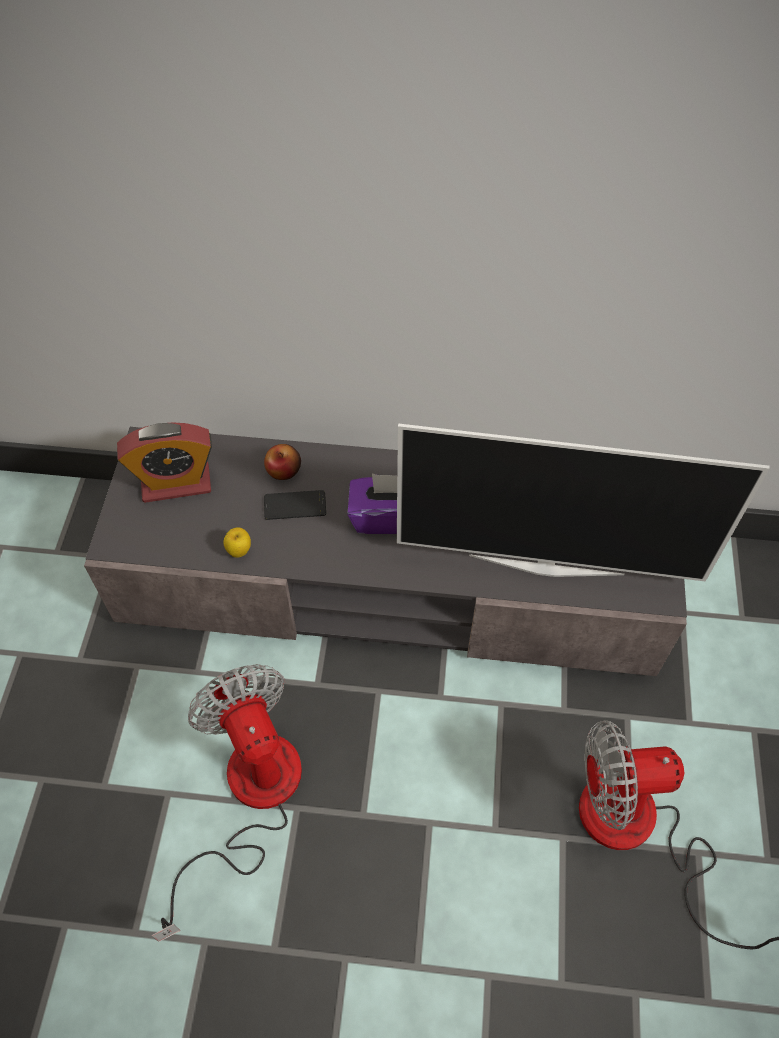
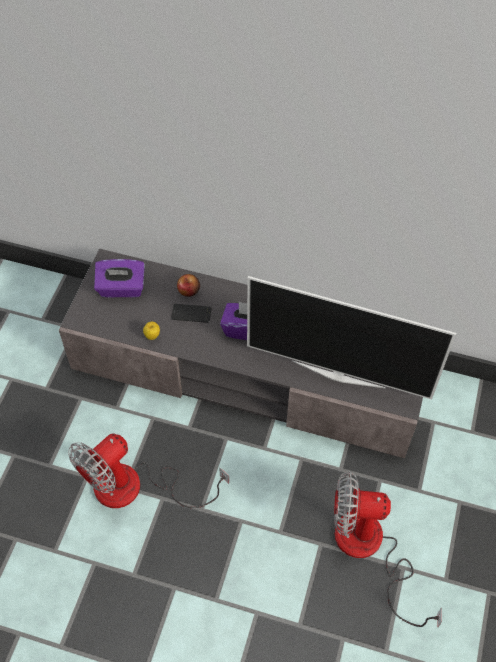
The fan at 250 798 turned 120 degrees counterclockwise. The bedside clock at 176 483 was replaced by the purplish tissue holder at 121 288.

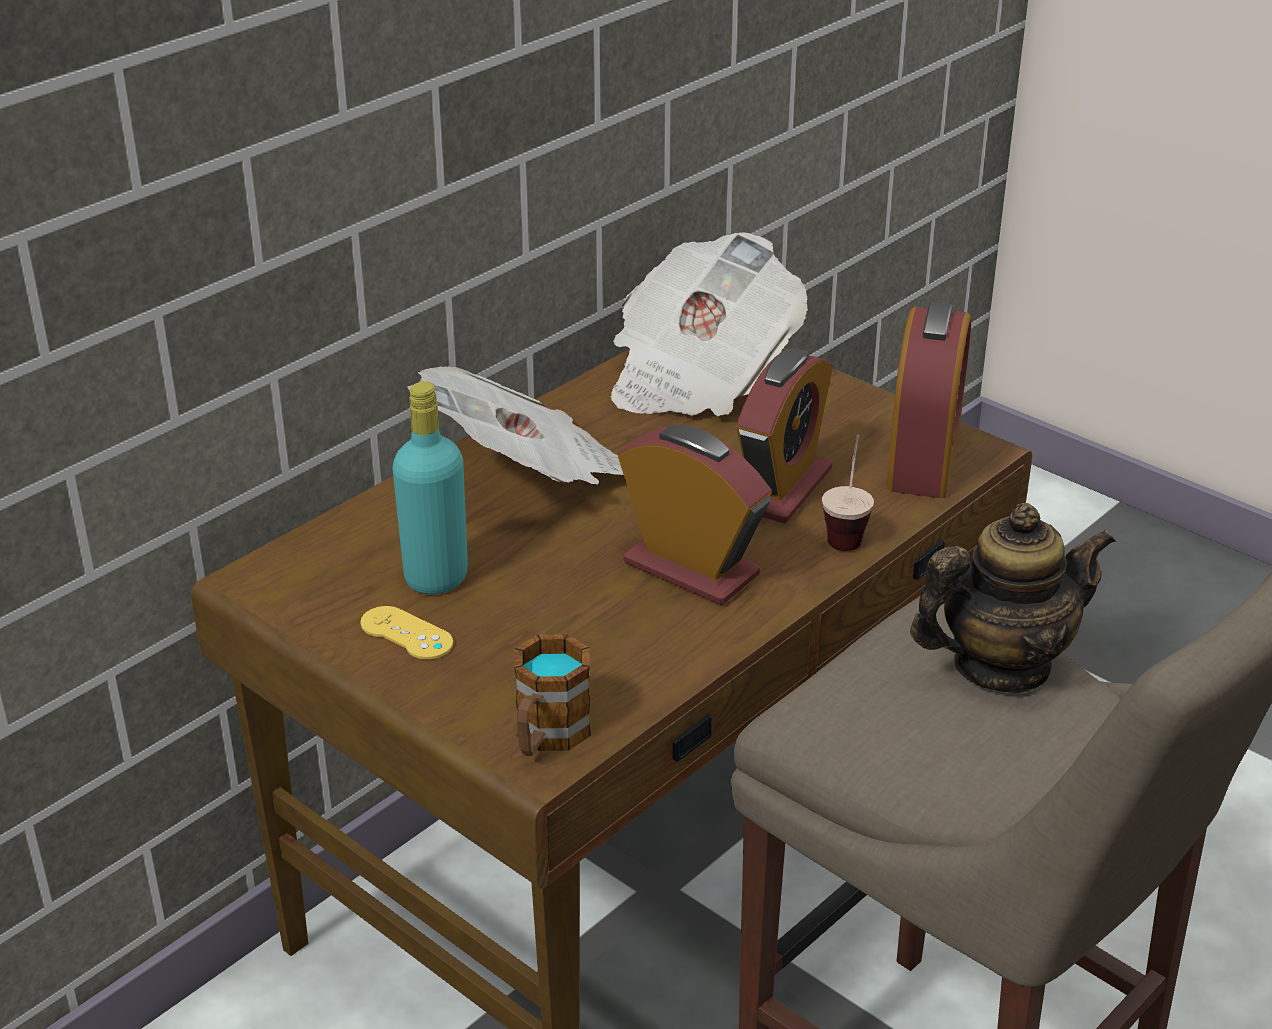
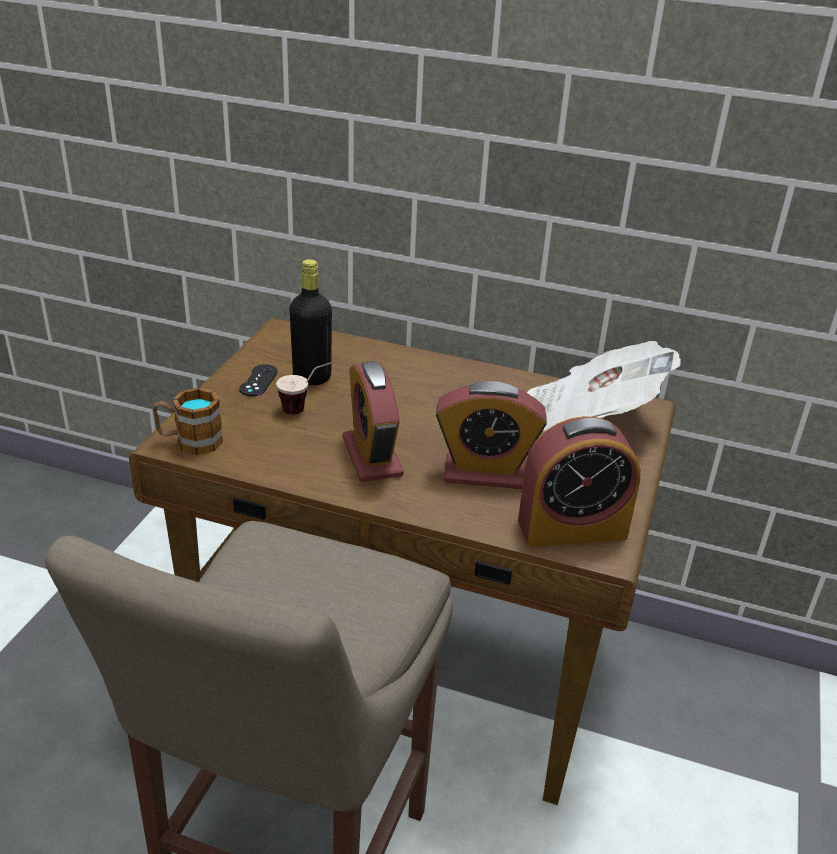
The yellowish gamepad at 406 633 became the black-coloured gamepad at 258 380. The small cup moved from 847 530 to 306 408. The blue-green bottle at 436 578 became the black-coloured bottle at 312 377. The bedside clock at 691 569 turned 150 degrees clockwise. The newspaper at 529 477 disappeared. The pot for tea at 1001 665 disappeared.

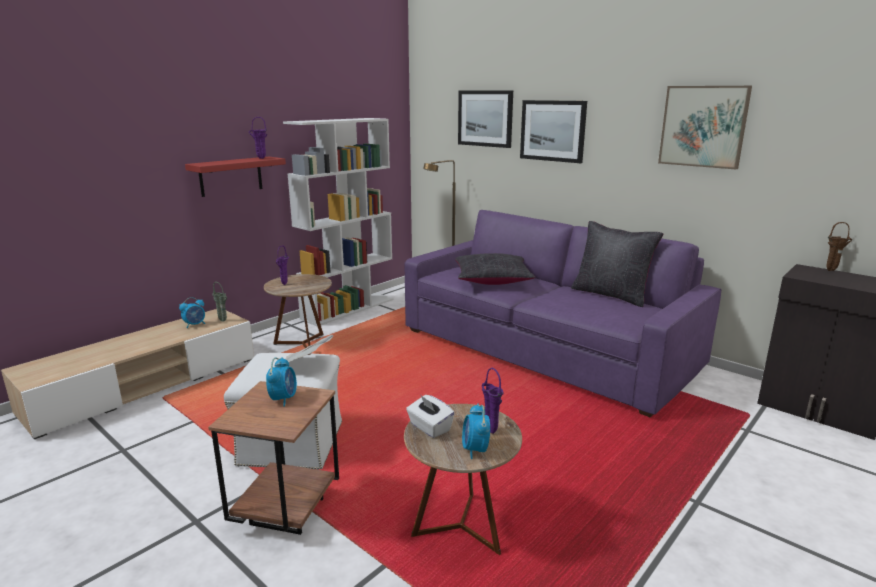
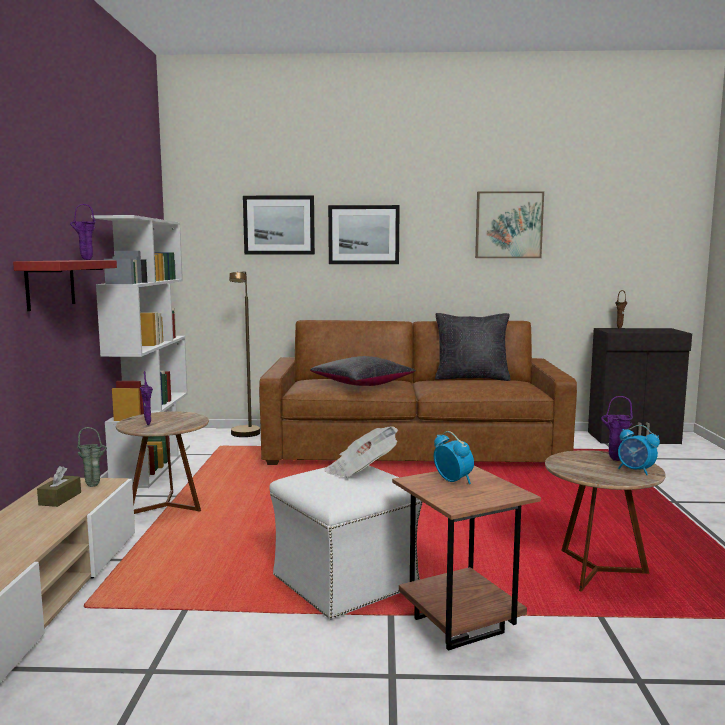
The bedside clock at 195 325 was replaced by the brownish tissue holder at 60 498. The purplish couch at 546 348 became the brownish couch at 412 448. The whitish tissue holder at 429 427 disappeared.

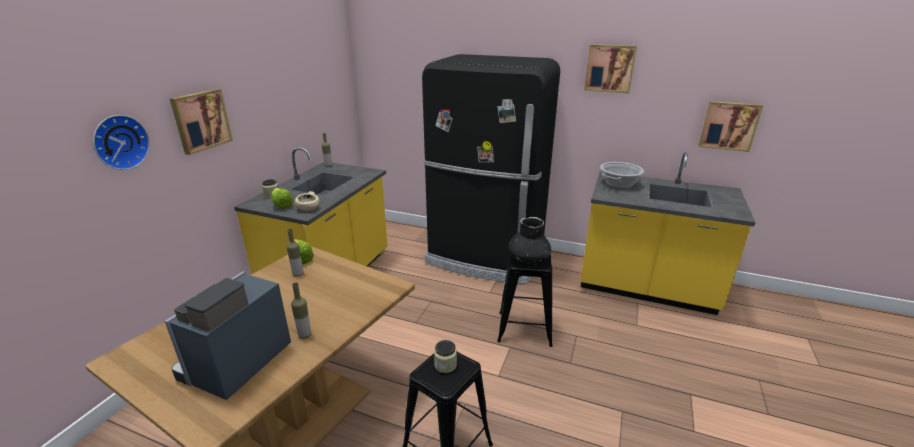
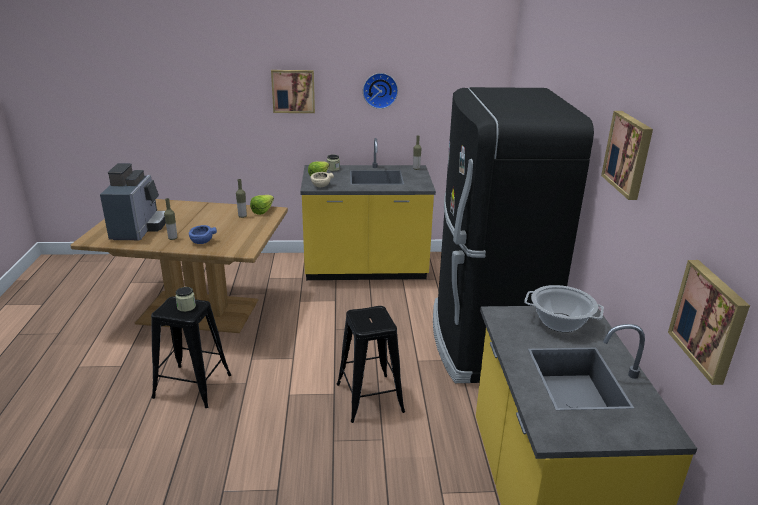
The coffee maker at 235 365 turned 90 degrees clockwise. The blue-coloured serving bowl at 202 242 appeared. The hanging clock moved from 119 142 to 380 90. The black-coloured flower vase at 528 260 disappeared.

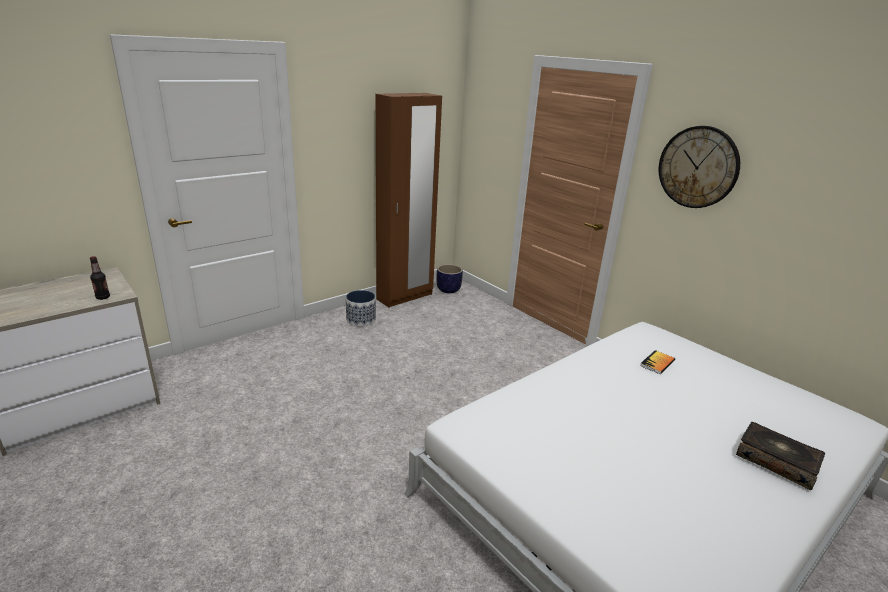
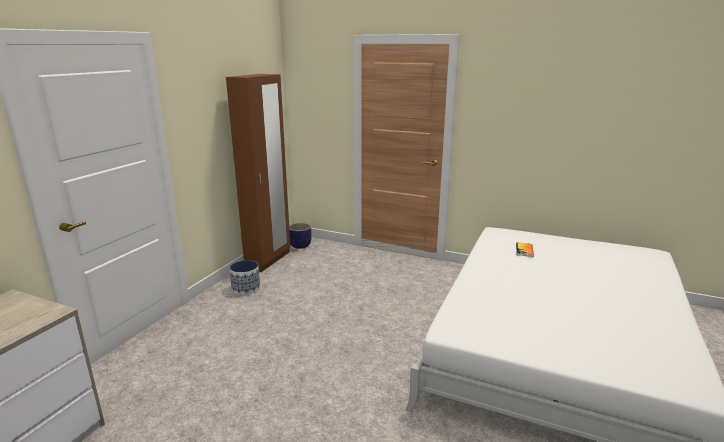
The bottle at 103 297 disappeared. The hanging clock at 698 167 disappeared. The book at 776 461 disappeared.

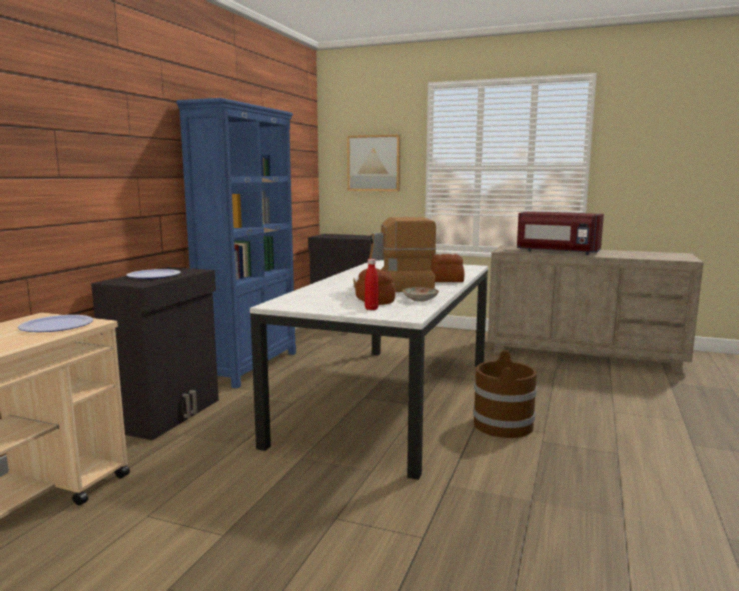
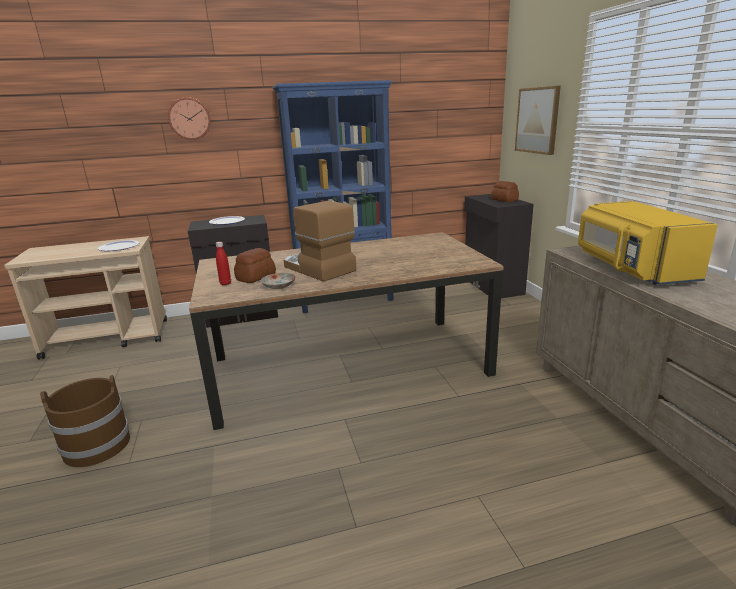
The brownish bucket moved from 502 424 to 97 445. The hanging clock at 189 118 appeared. The whitish dining table at 390 400 became the brownish dining table at 347 366. The baked bread moved from 446 281 to 504 200. The red-coloured microwave oven at 557 252 became the yellowish microwave oven at 631 268.

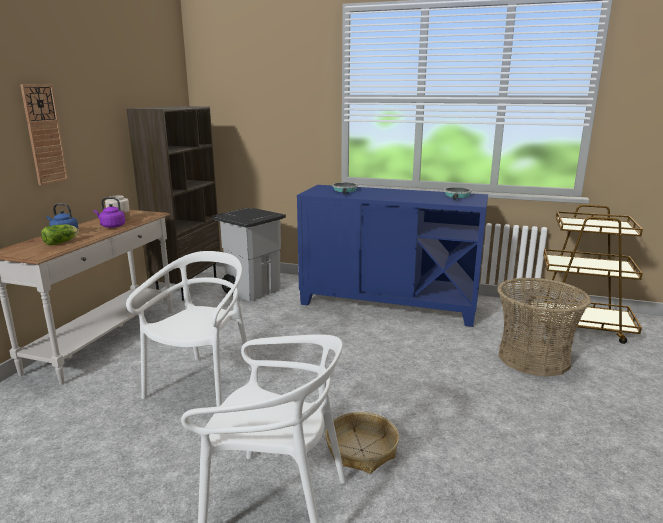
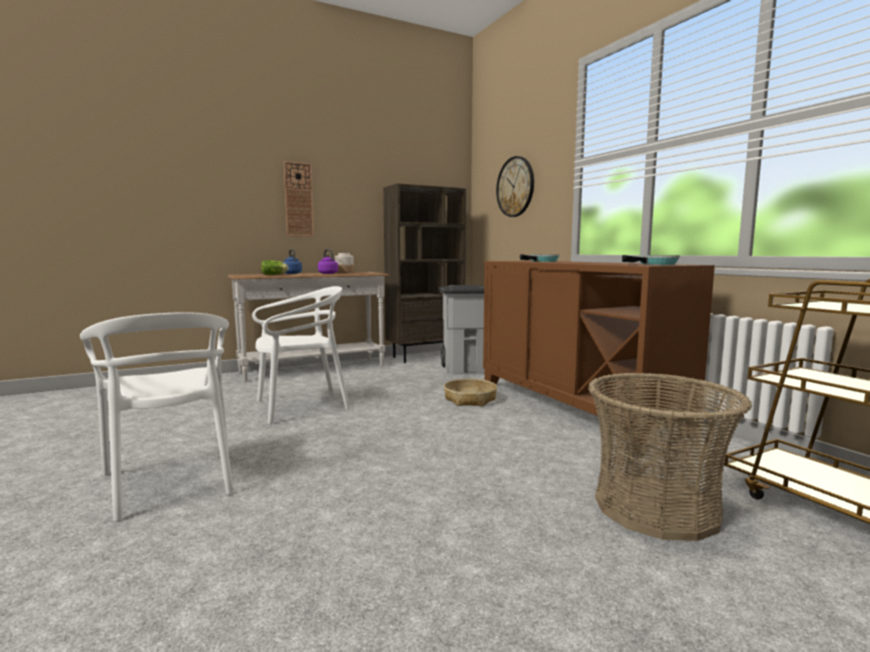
The basket moved from 361 450 to 470 399. The blue-coloured cabinet at 389 303 became the brownish cabinet at 575 407. The hanging clock at 515 187 appeared.

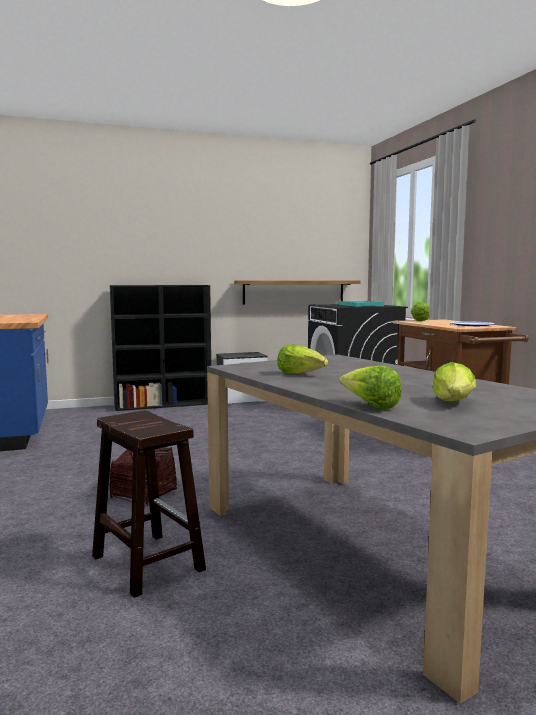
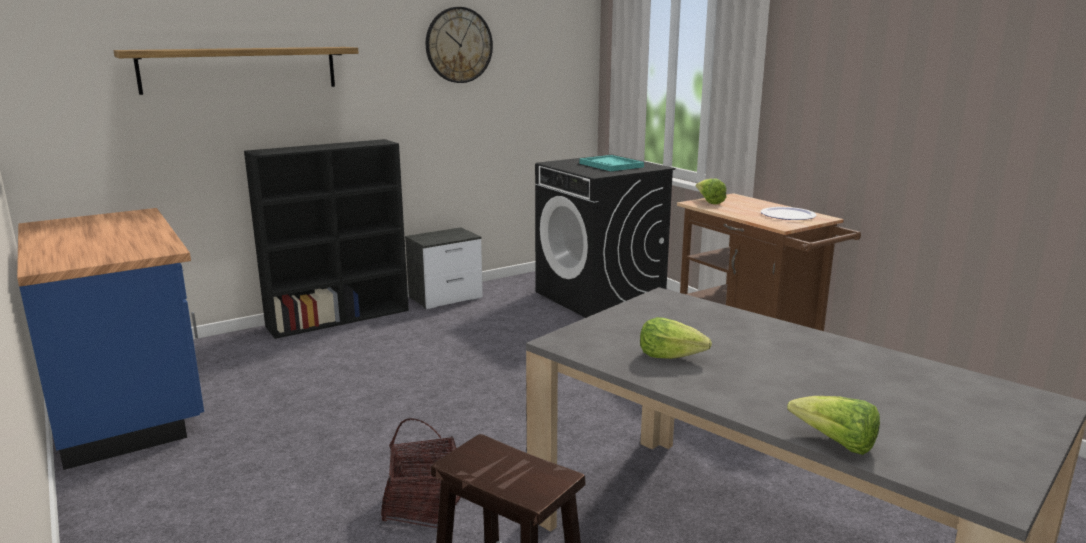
The wall shelf moved from 294 292 to 240 69. The hanging clock at 459 45 appeared. The head of lettuce at 454 402 disappeared.

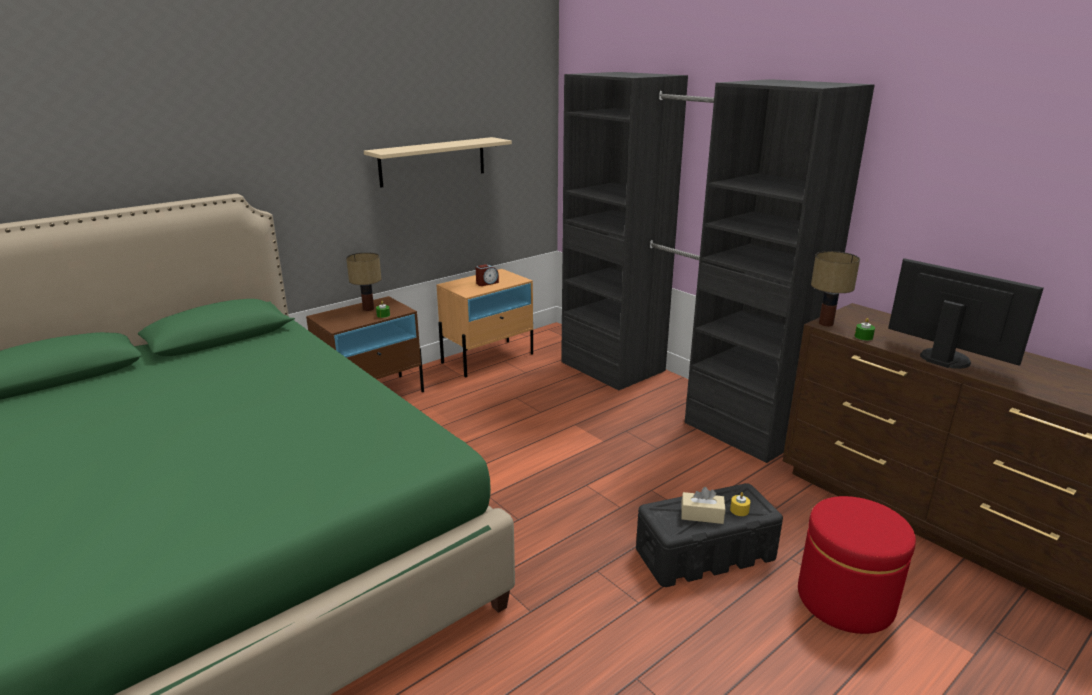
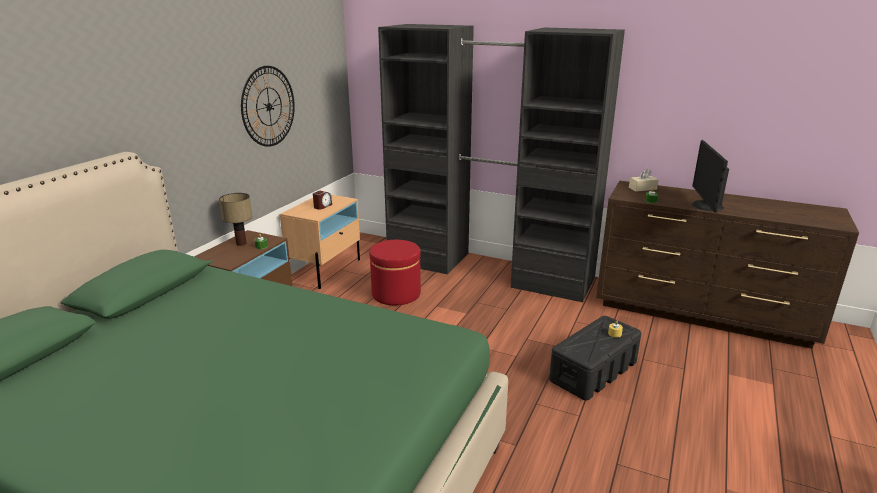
The sand-coloured wall shelf at 433 161 was replaced by the hanging clock at 268 106. The red-coloured footrest moved from 845 600 to 396 294. The sand-coloured tissue holder moved from 702 515 to 642 188. The monitor at 945 358 turned 105 degrees counterclockwise. The table lamp at 826 324 disappeared.

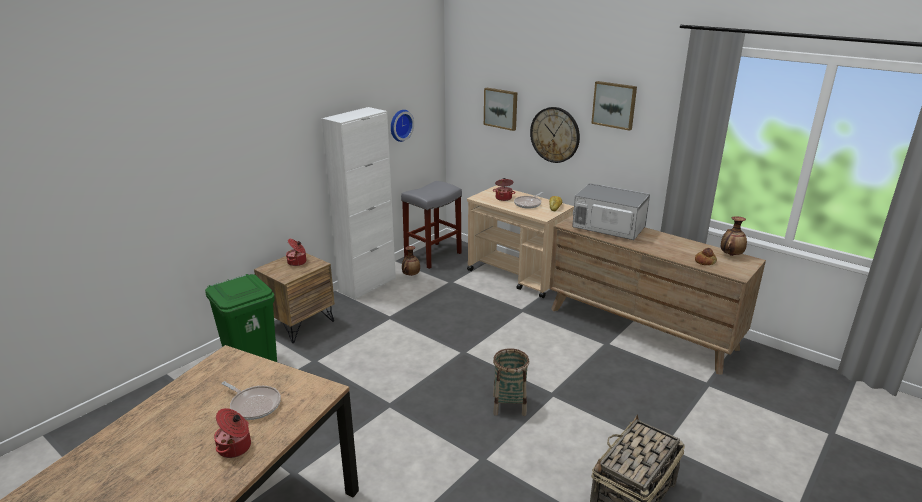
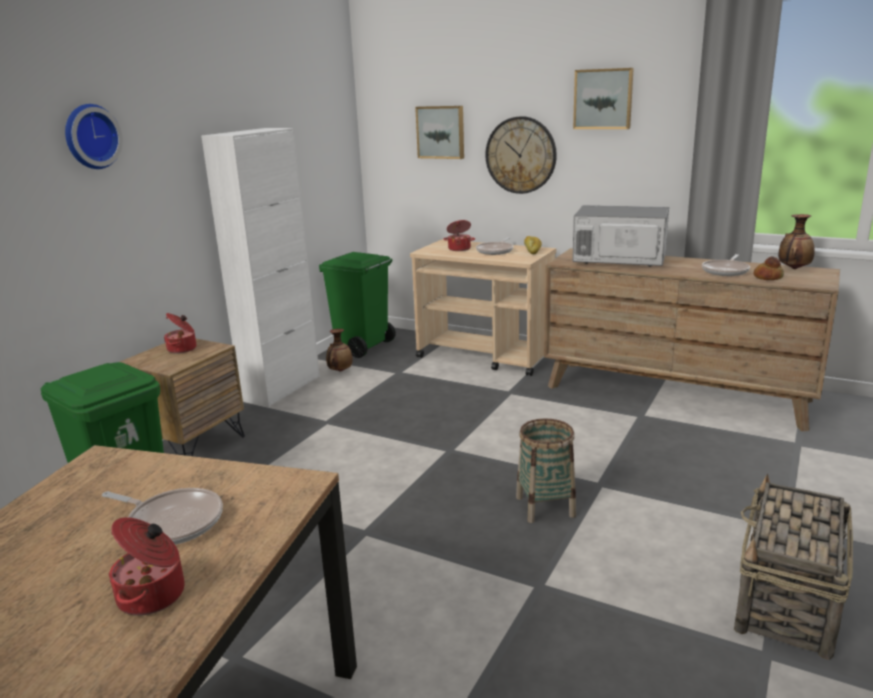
The hanging clock moved from 400 125 to 90 136. The greyish stool at 432 256 was replaced by the green rubbish bin at 362 347. The skillet at 726 271 appeared.

